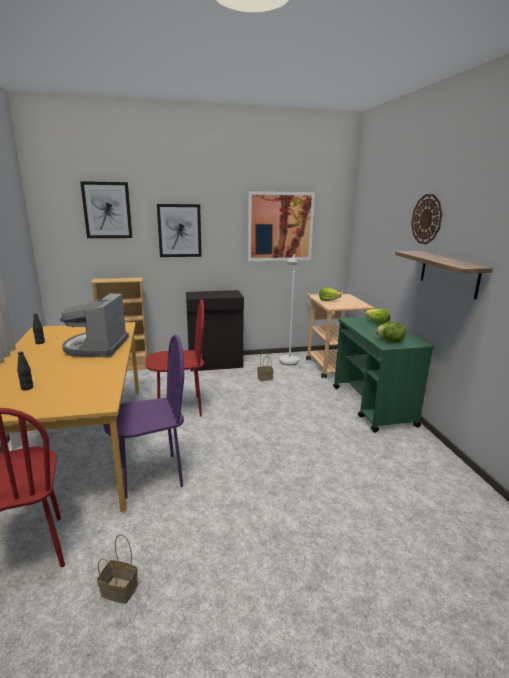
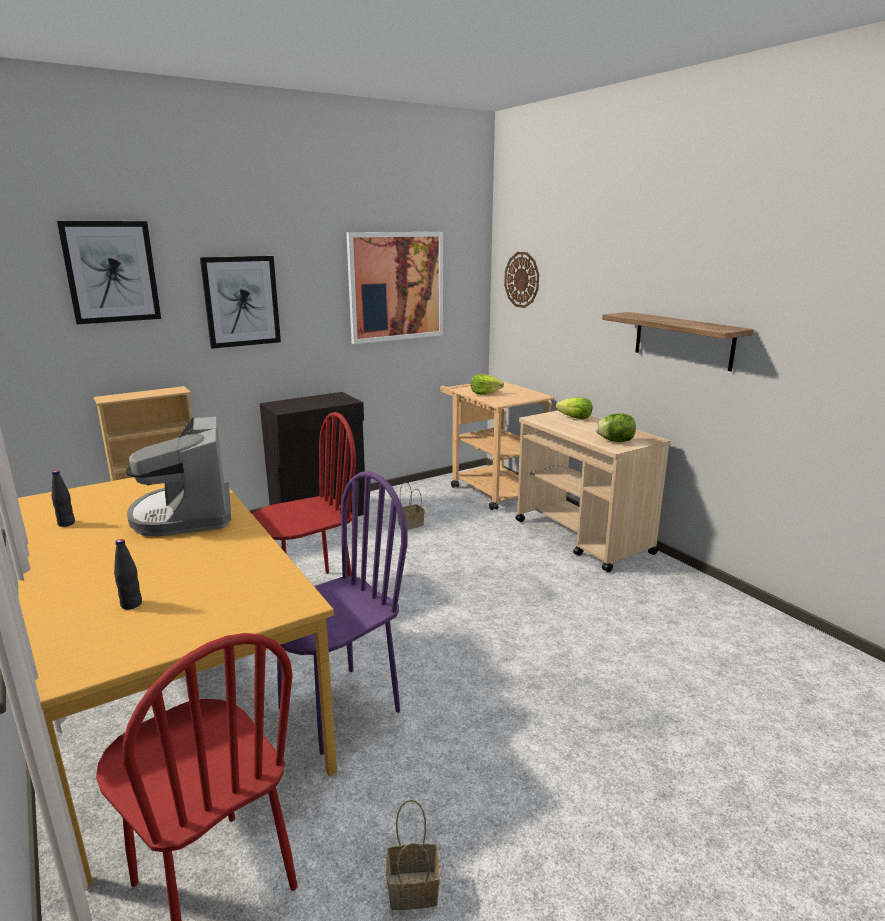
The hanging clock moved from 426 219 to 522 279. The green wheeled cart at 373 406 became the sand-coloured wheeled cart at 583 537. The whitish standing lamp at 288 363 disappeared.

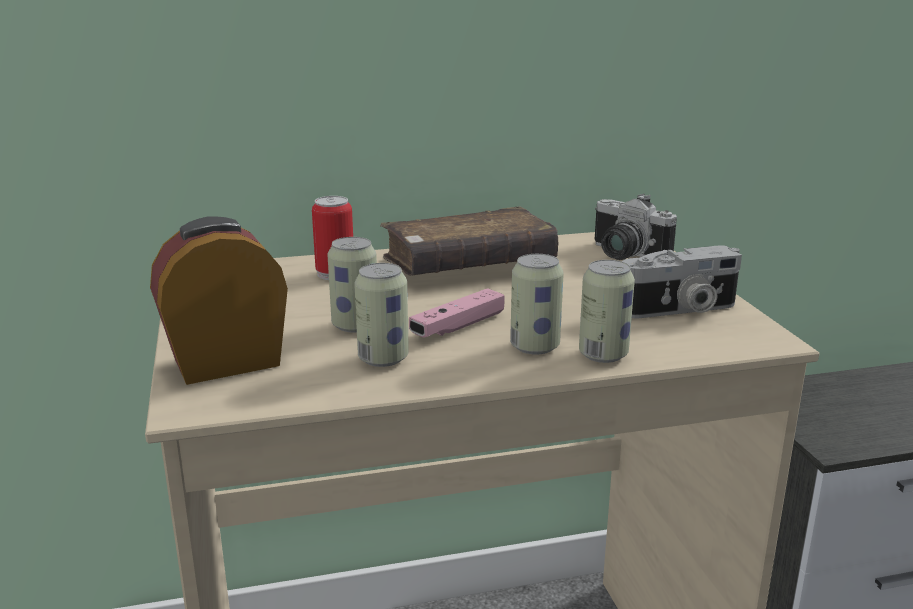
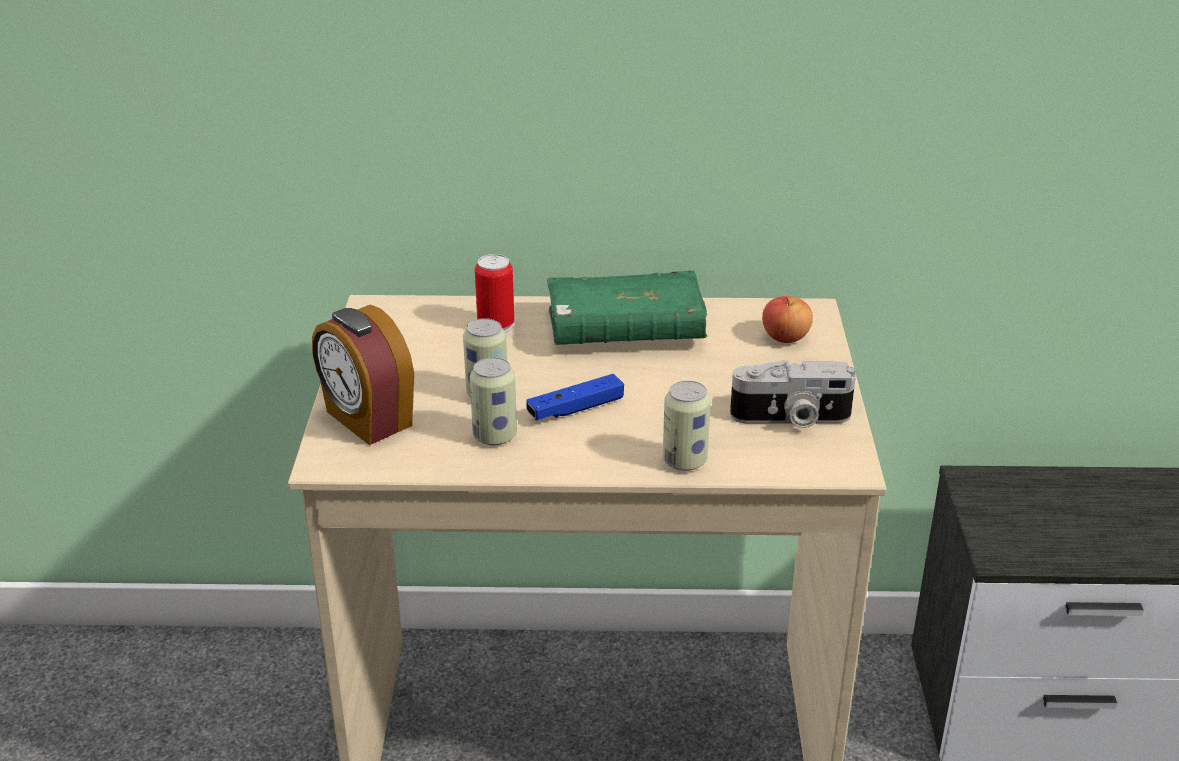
The bedside clock at 226 361 turned 120 degrees counterclockwise. The pinkish gamepad at 458 326 became the blue-coloured gamepad at 575 409. The brownish book at 468 264 became the green book at 625 330. The still camera at 622 255 was replaced by the apple fruit at 785 337. The can at 534 347 disappeared.

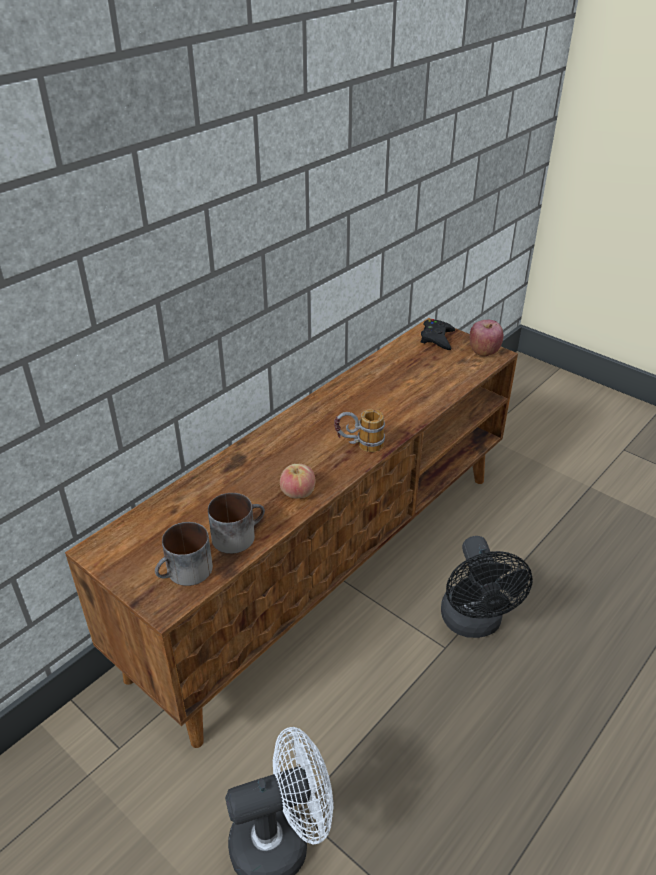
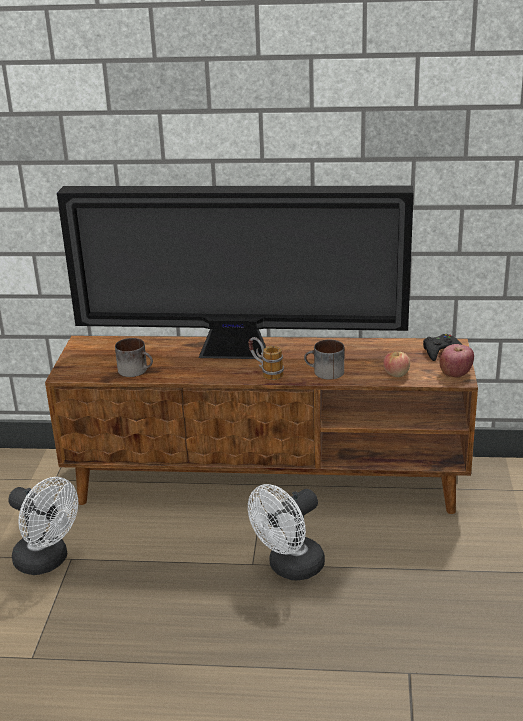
The TV at 241 354 appeared. The black-coloured fan at 474 623 became the whitish fan at 290 568. The tea mug moved from 186 573 to 324 372. The apple fruit moved from 297 493 to 396 374.

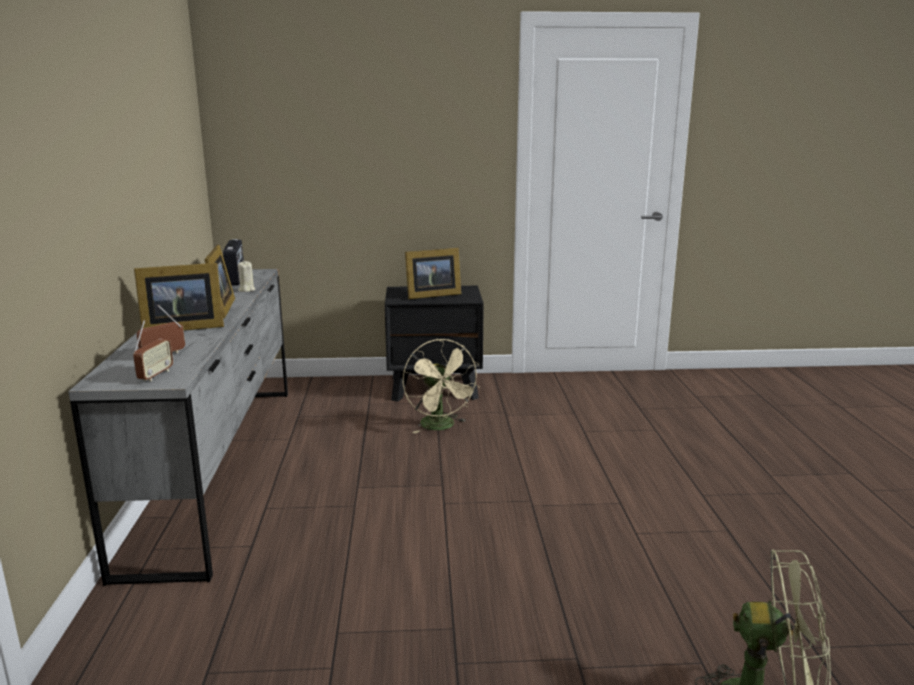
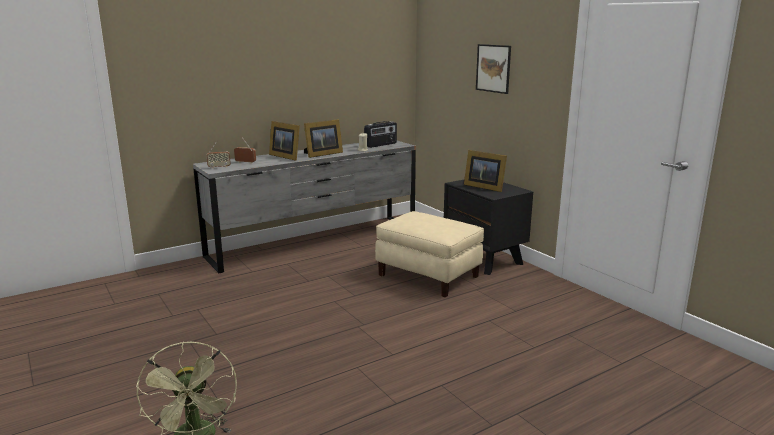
The sand-coloured fan at 441 427 was replaced by the sand-coloured footrest at 429 276. The picture at 493 68 appeared.

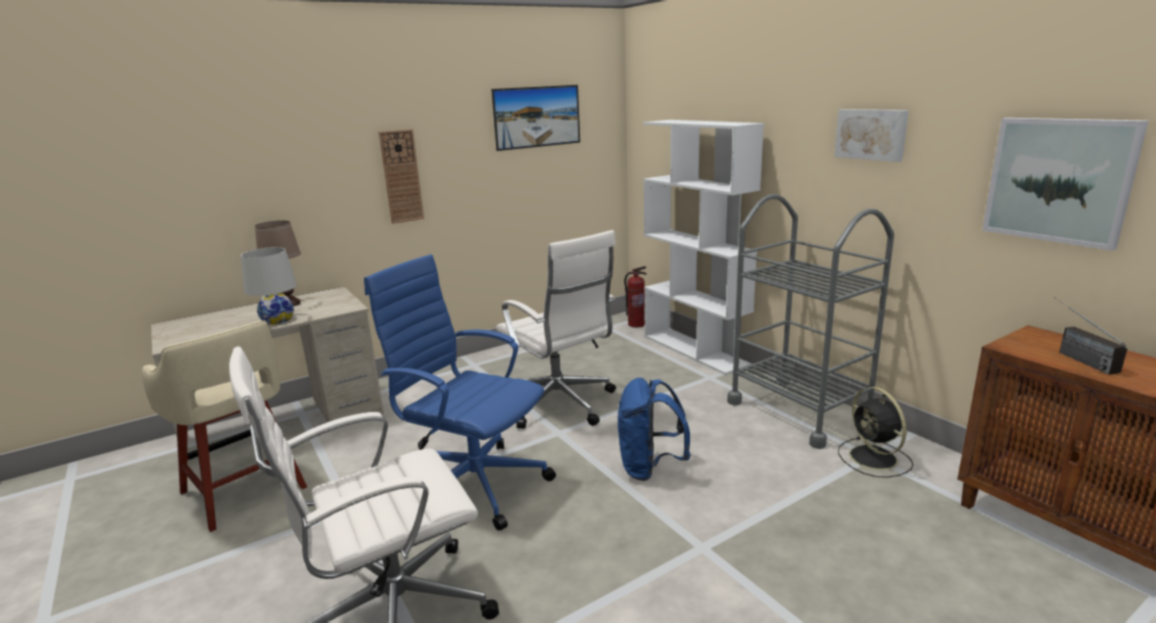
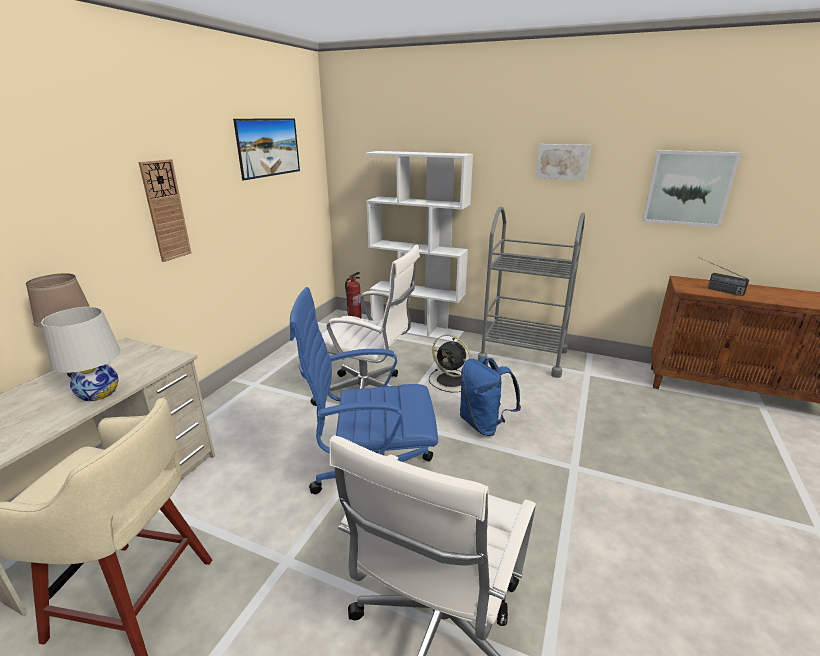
The black-coloured fan moved from 874 459 to 451 380.

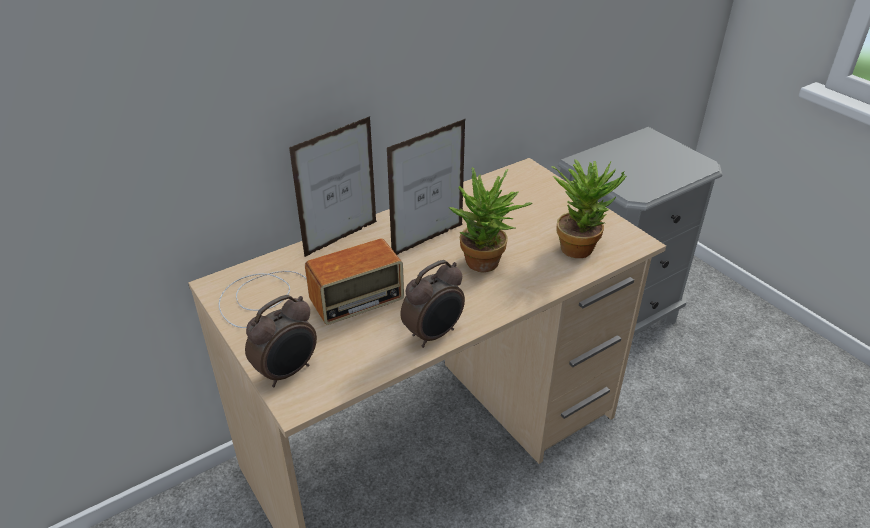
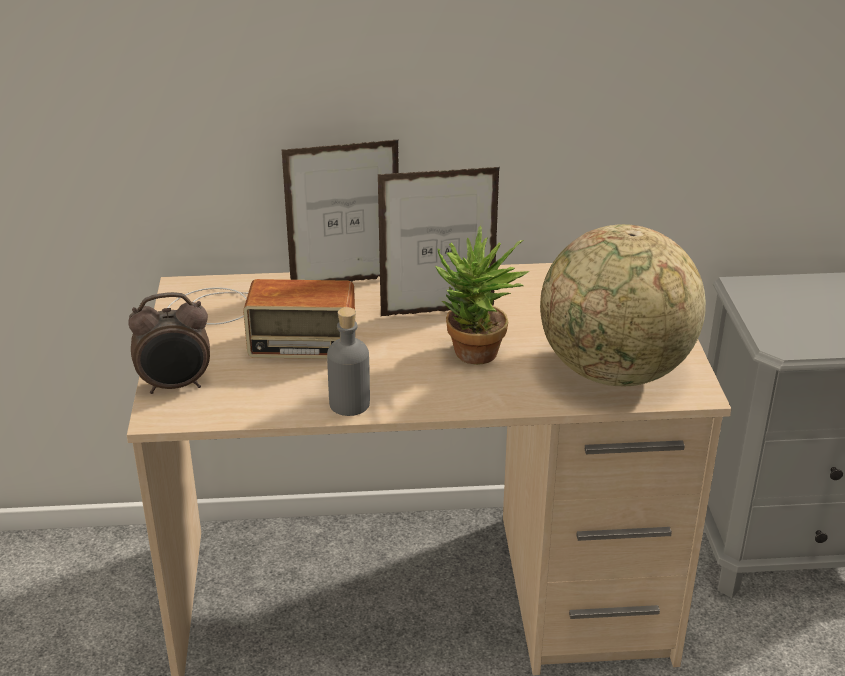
The bedside clock at 434 334 was replaced by the greyish bottle at 349 404. The houseplant at 580 245 was replaced by the globe at 615 373.

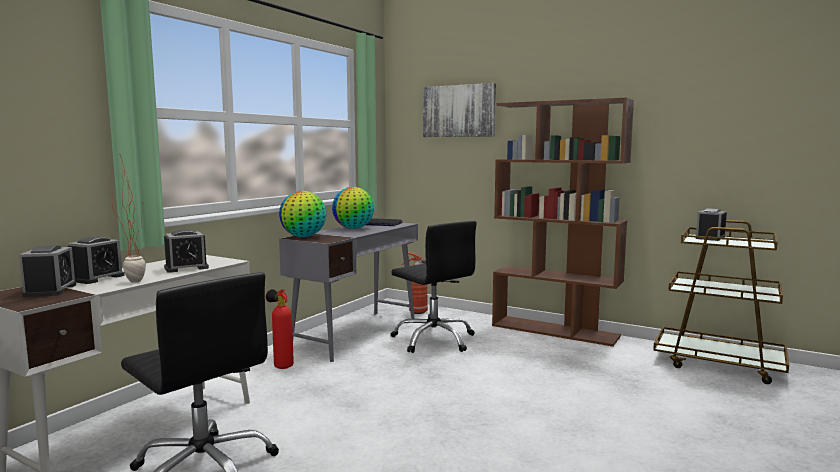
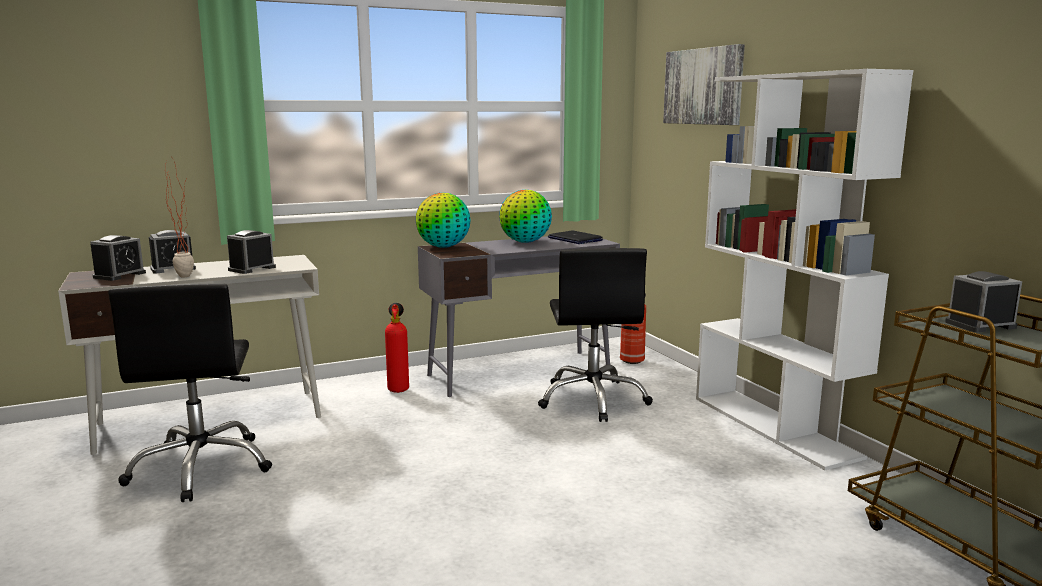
The bedside clock at 186 268 turned 120 degrees clockwise. The brownish bookshelf at 555 330 became the whitish bookshelf at 774 426.

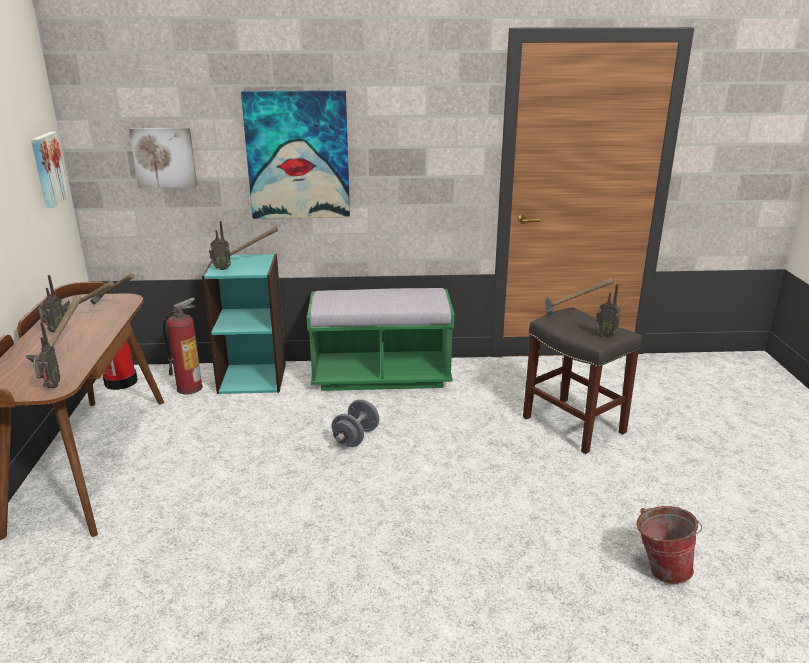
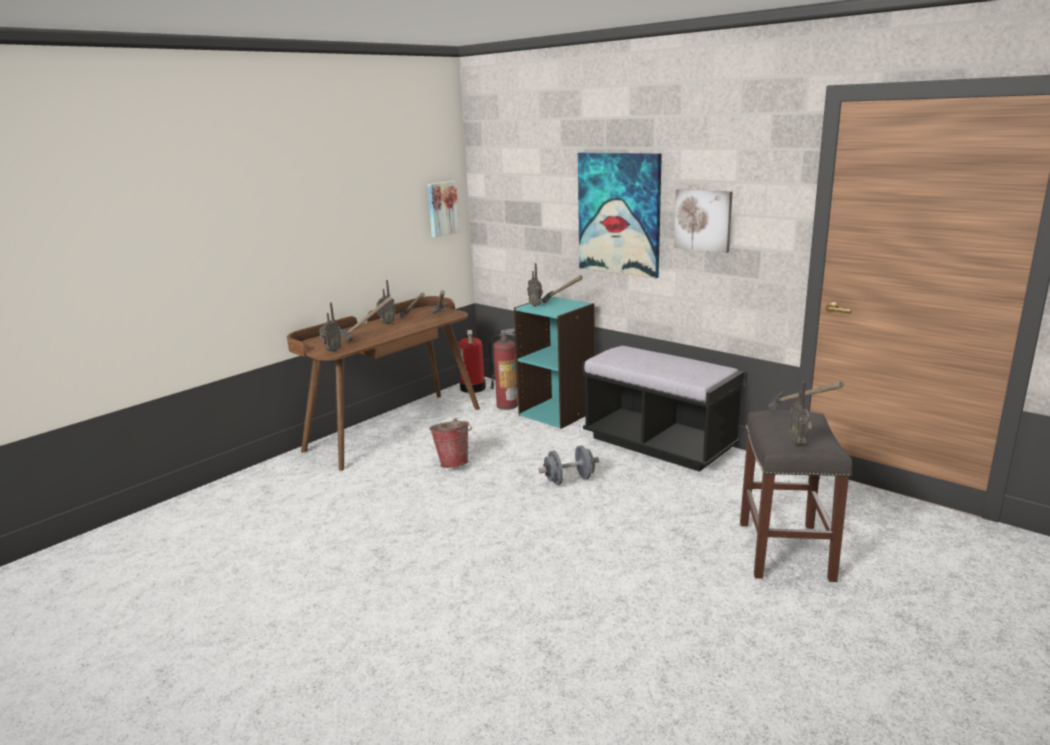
The bucket moved from 660 569 to 453 463. The green long seat at 381 376 became the black-coloured long seat at 658 444. The picture moved from 164 157 to 703 220.

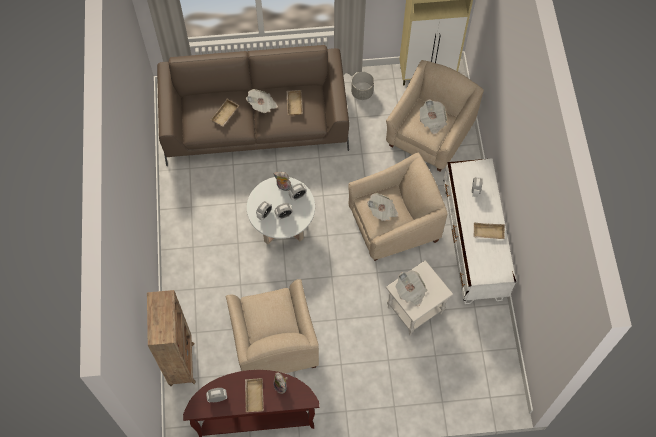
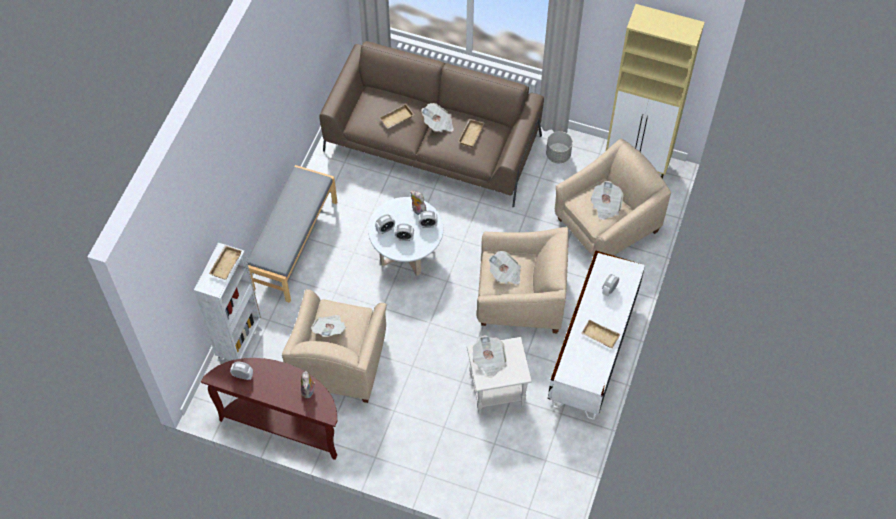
The brownish bookshelf at 182 362 became the whitish bookshelf at 240 343. The sand-coloured tray moved from 253 395 to 225 263. The greyish long seat at 294 245 appeared. The newspaper at 330 329 appeared.

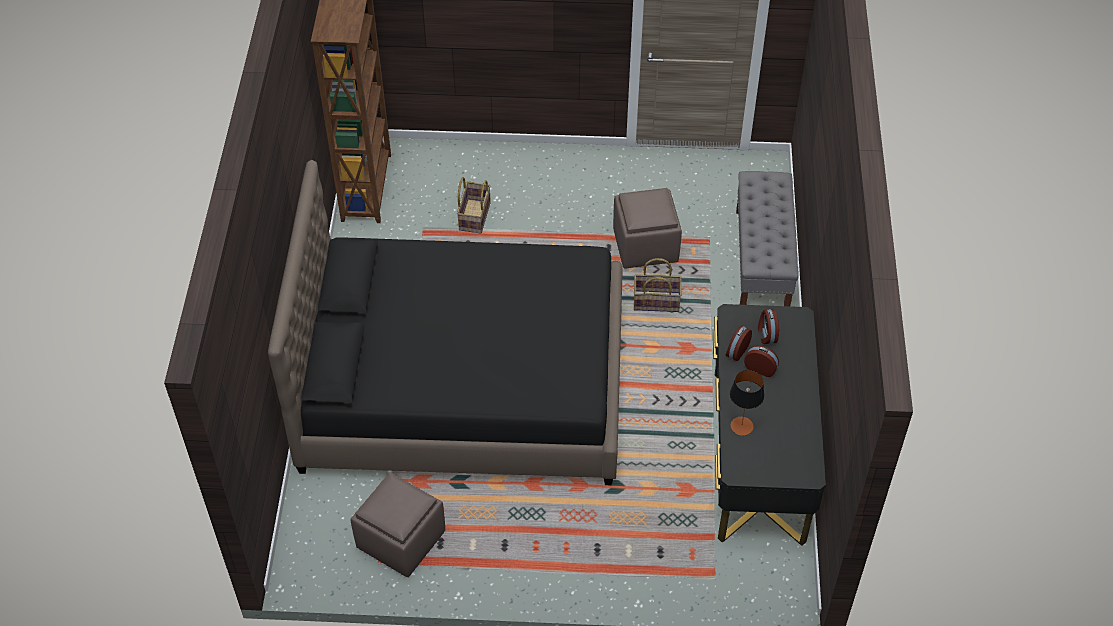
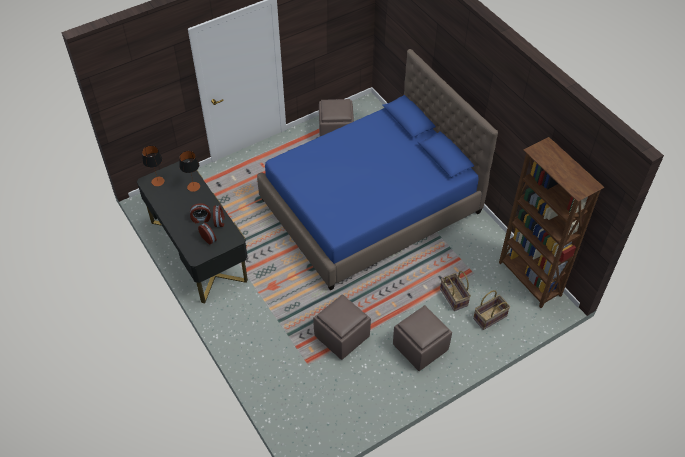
The table lamp at 158 181 appeared. The black-coloured sleeping bed at 464 384 became the blue-coloured sleeping bed at 370 206. The brownish footrest at 419 347 appeared. The basket moved from 656 301 to 490 318. The greyish long seat at 762 260 disappeared.

